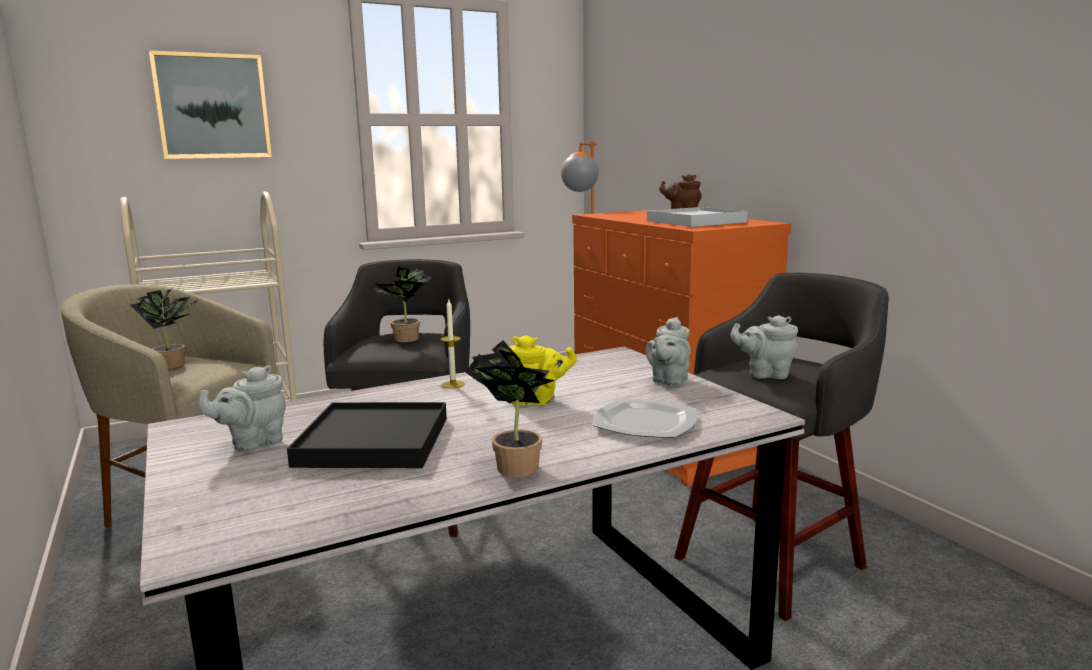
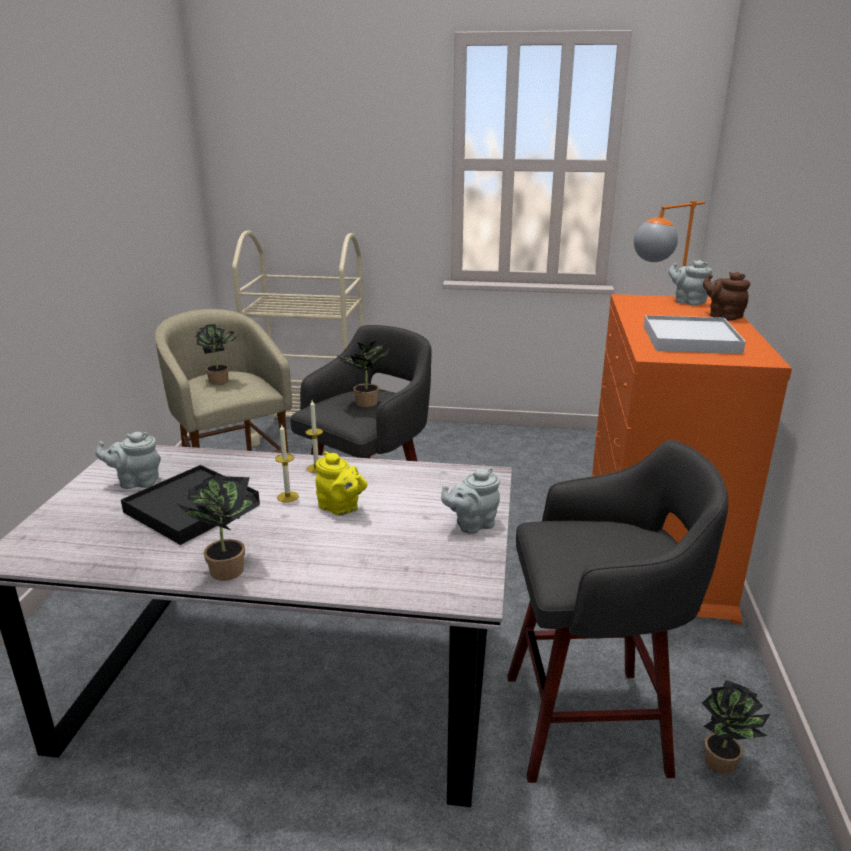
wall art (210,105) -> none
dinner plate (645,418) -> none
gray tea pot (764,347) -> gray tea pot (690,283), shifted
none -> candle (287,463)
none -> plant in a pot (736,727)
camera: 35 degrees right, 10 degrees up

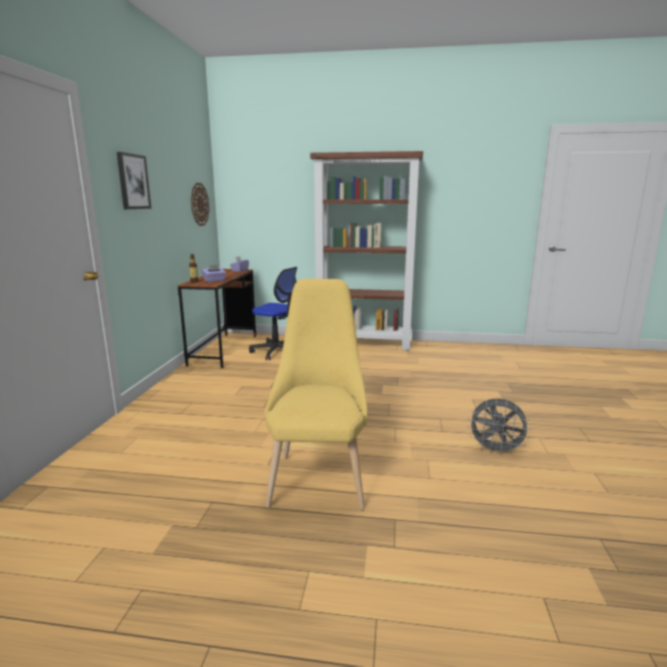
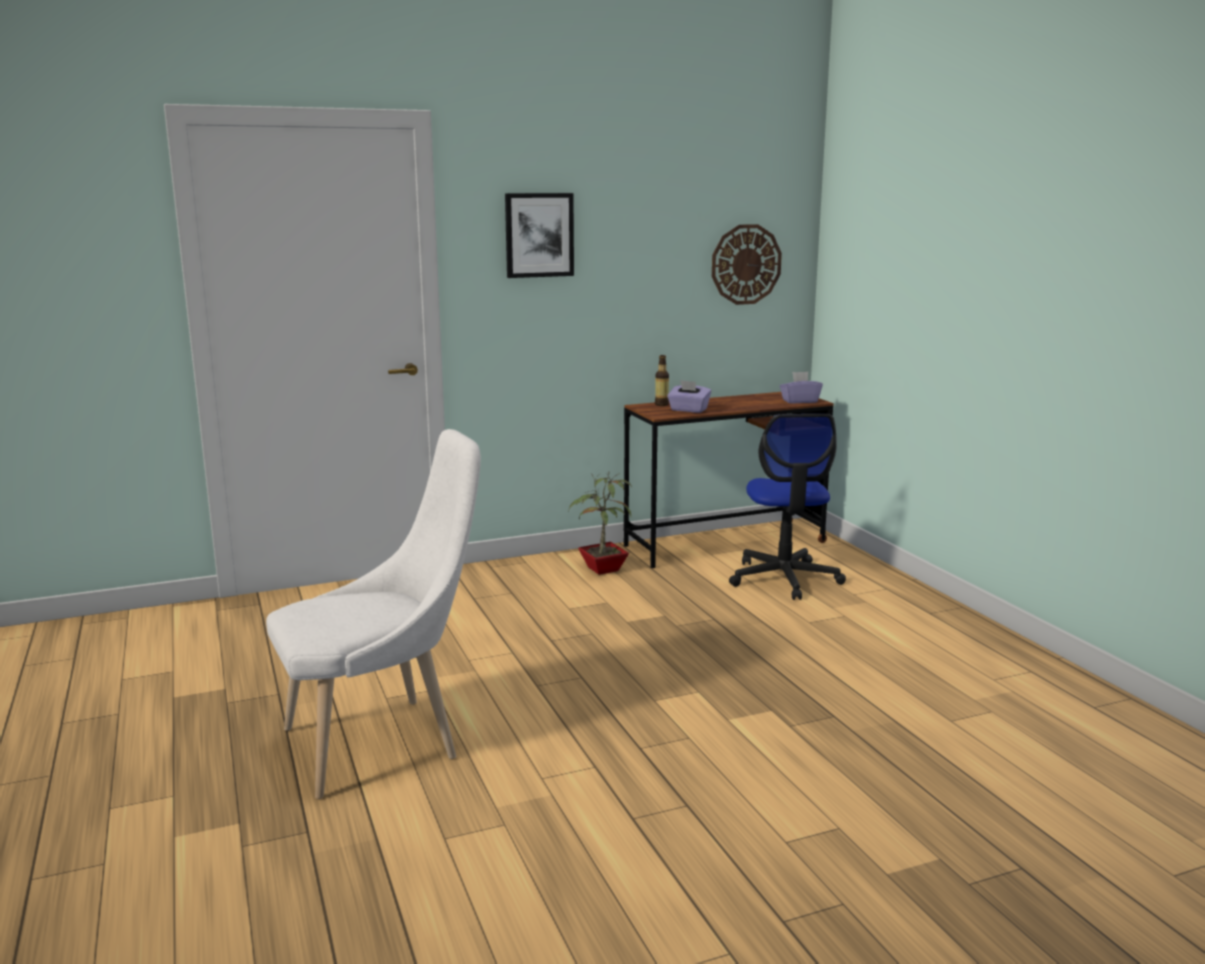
yellow chair (316,394) -> white-coloured chair (373,614)
brownish bookcase (366,250) -> none
gray fan (499,427) -> none
none -> plant in a pot (600,523)
camera: 60 degrees right, 0 degrees up

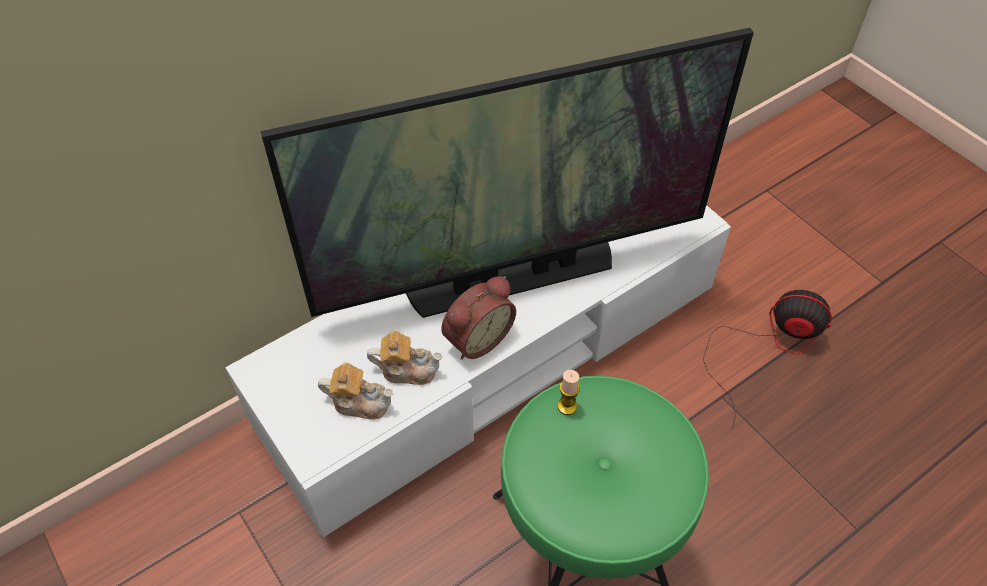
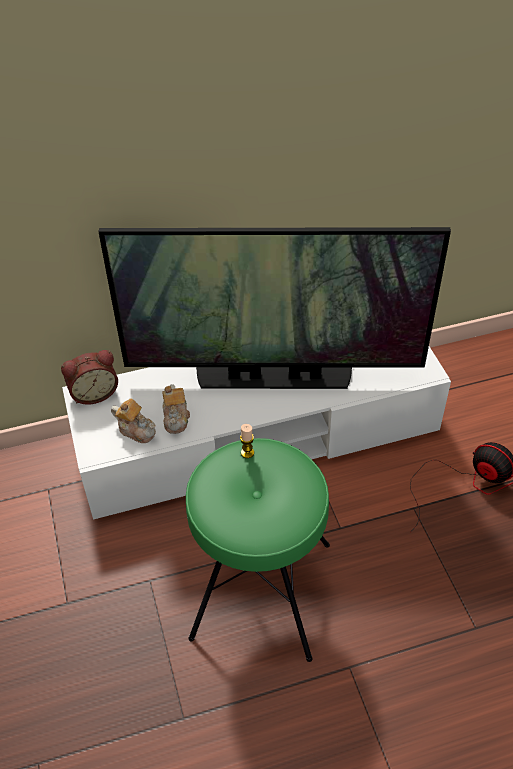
tea pot (405,358) -> tea pot (176,409), 60 degrees clockwise
bedside clock (478,318) -> bedside clock (89,377), shifted
camera: 20 degrees right, 5 degrees down

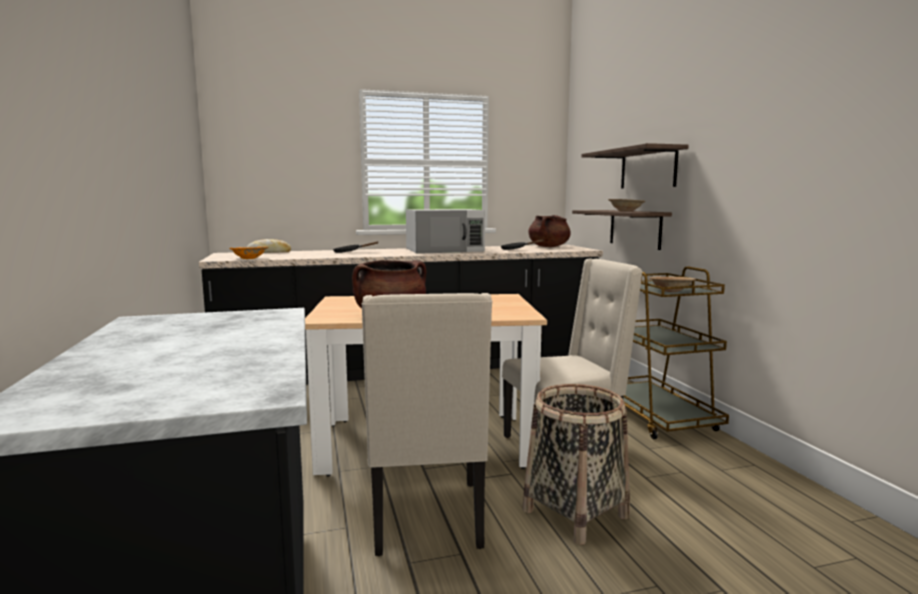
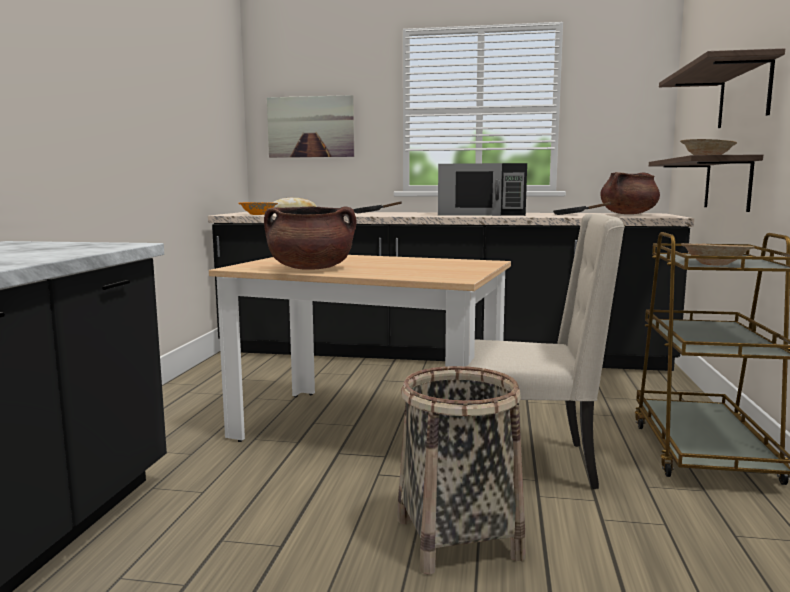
sand-coloured chair (427,424) -> none
white-coloured microwave oven (445,231) -> black-coloured microwave oven (482,189)
none -> wall art (310,126)
camera: 25 degrees right, 0 degrees up

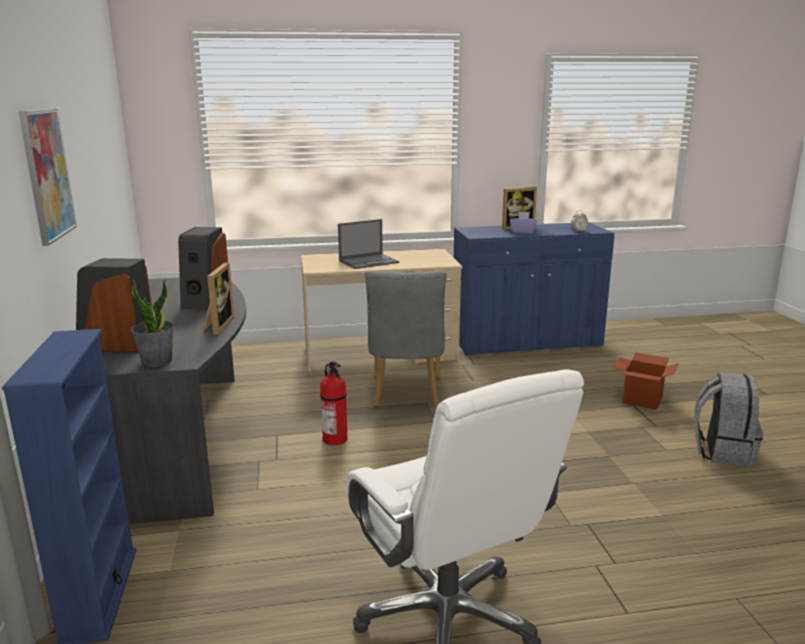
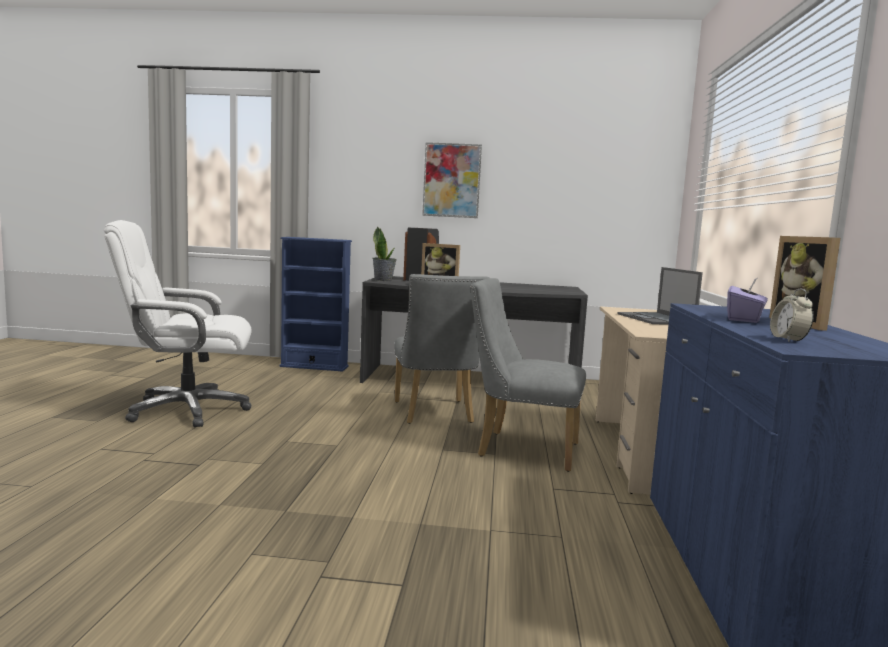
loudspeaker (203,268) -> none
fire extinguisher (333,403) -> gray chair (441,349)
cardboard box (646,381) -> none
gray backpack (729,420) -> none
camera: 105 degrees right, 10 degrees down

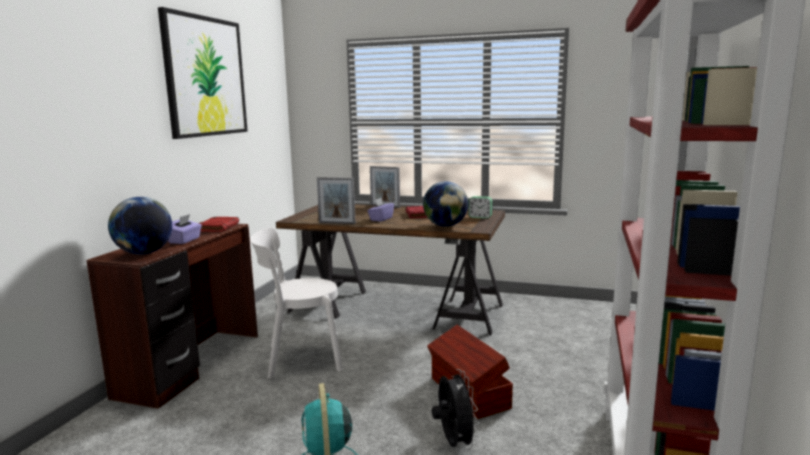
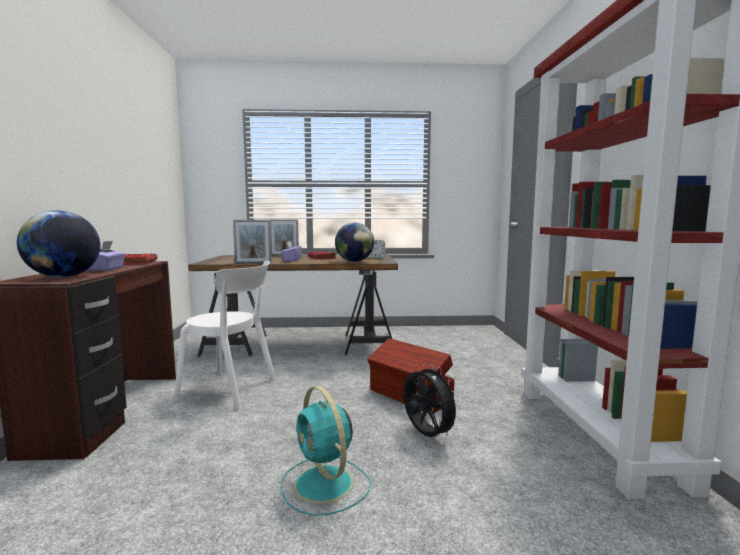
wall art (203,73) -> none
white-coloured chair (296,303) -> white-coloured chair (225,335), 135 degrees counterclockwise
camera: 20 degrees left, 5 degrees down

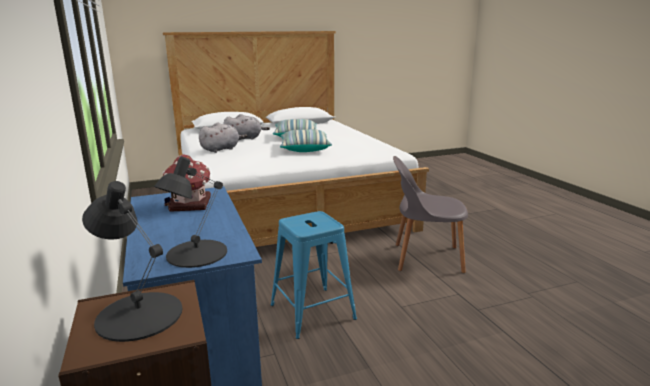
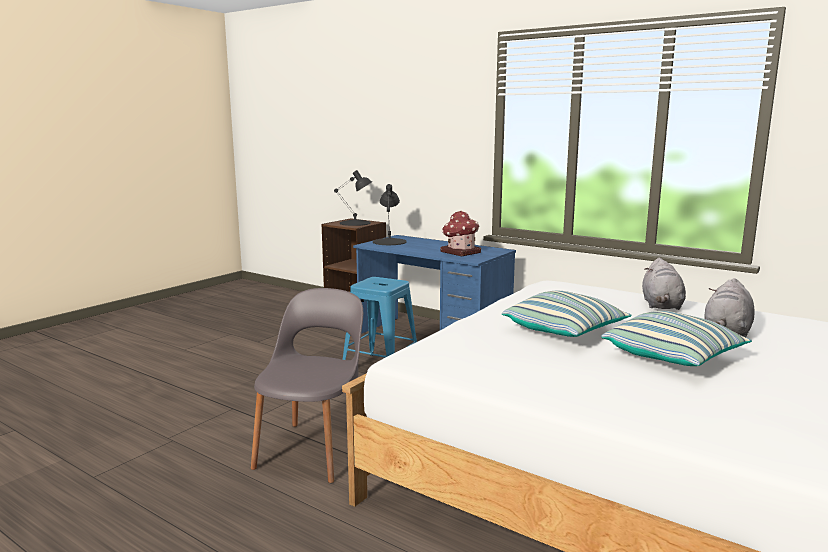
gray chair (430,214) -> gray chair (307,385), 45 degrees counterclockwise
camera: 145 degrees right, 5 degrees down

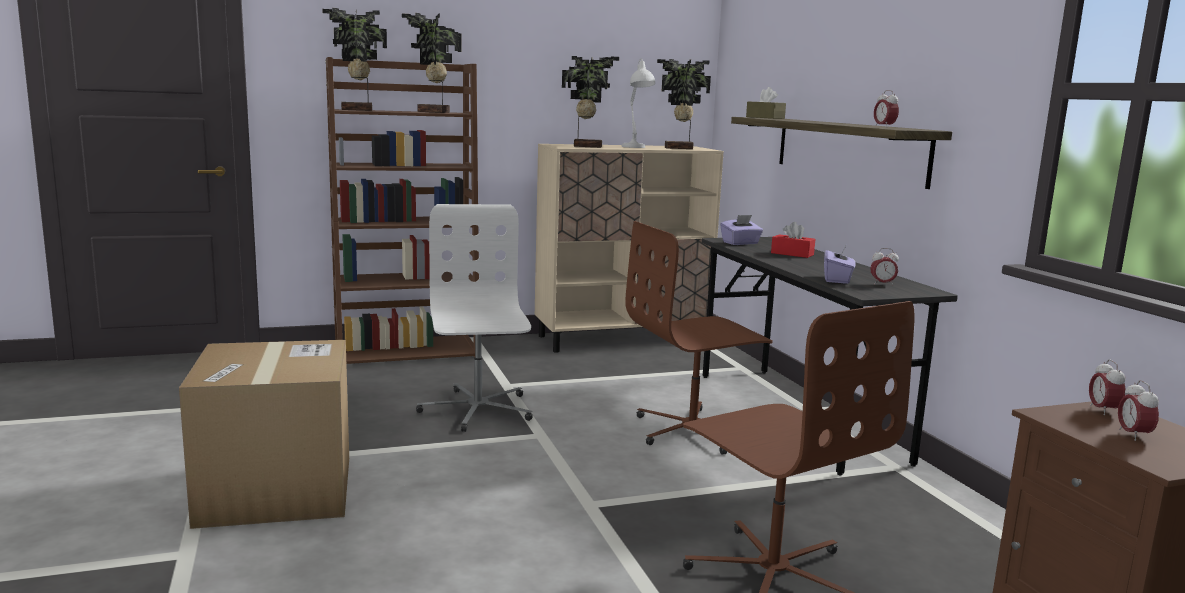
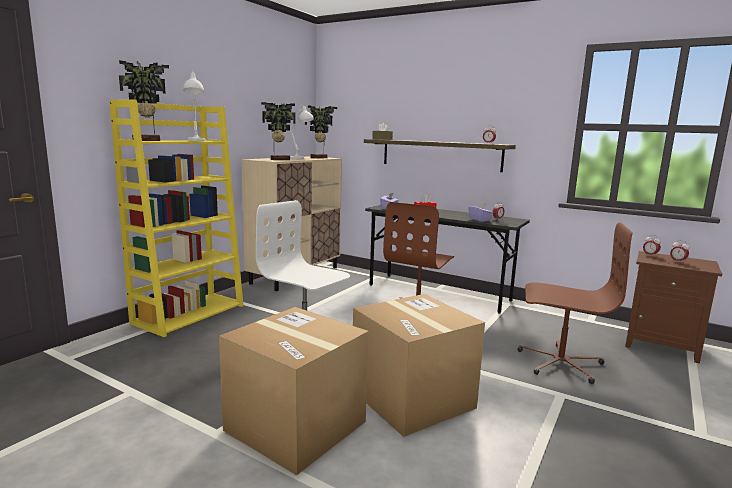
brownish bookcase (402,210) -> yellow bookcase (176,218)
plant in a pot (431,63) -> white-coloured table lamp (194,106)
none -> cardboard box (419,365)
camera: 40 degrees left, 0 degrees up

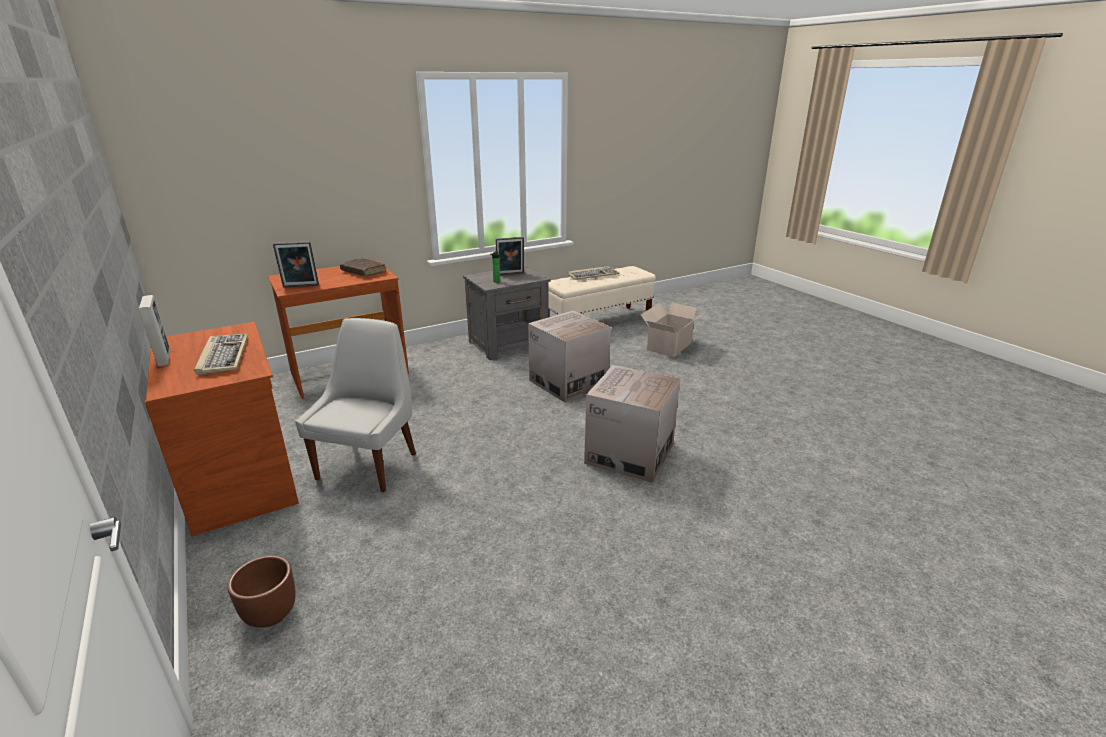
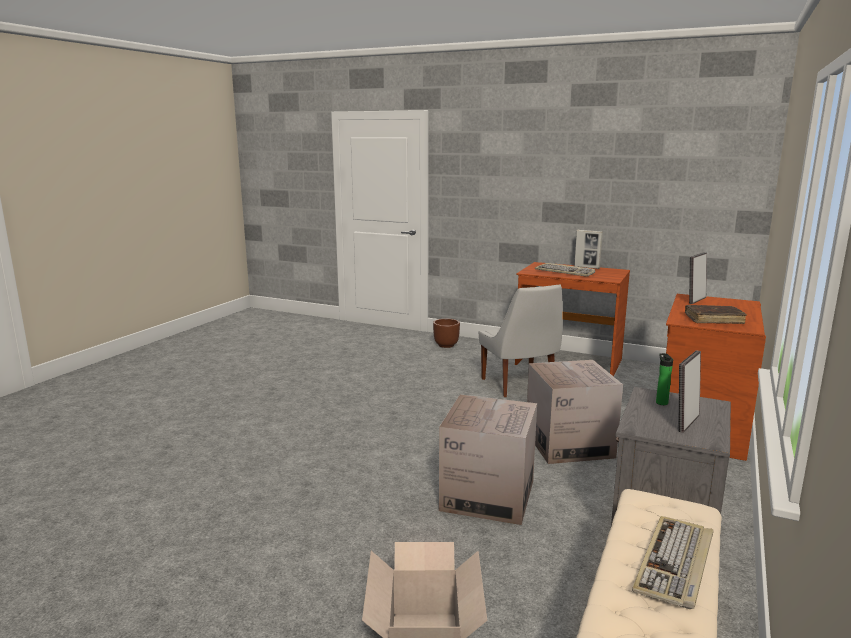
cardboard box (632,424) -> cardboard box (575,412), shifted
camera: 145 degrees right, 10 degrees down

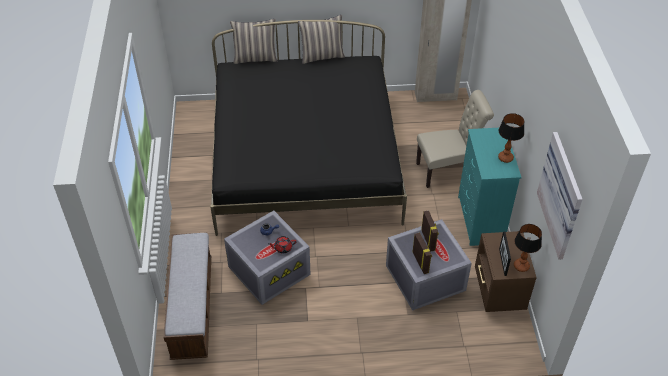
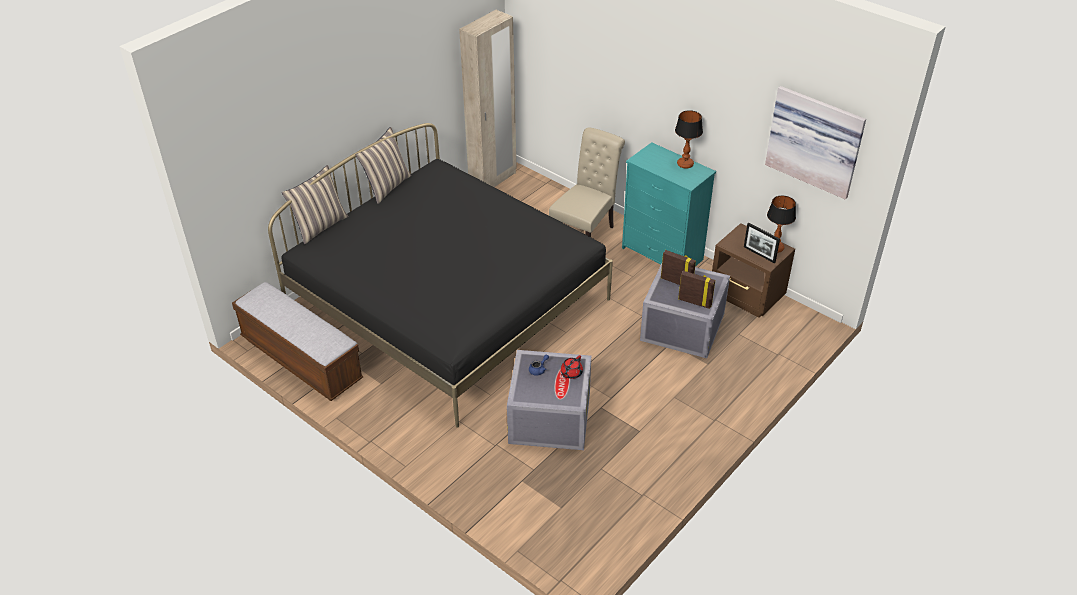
bench (187,296) -> bench (297,341), shifted
camera: 45 degrees left, 5 degrees down

